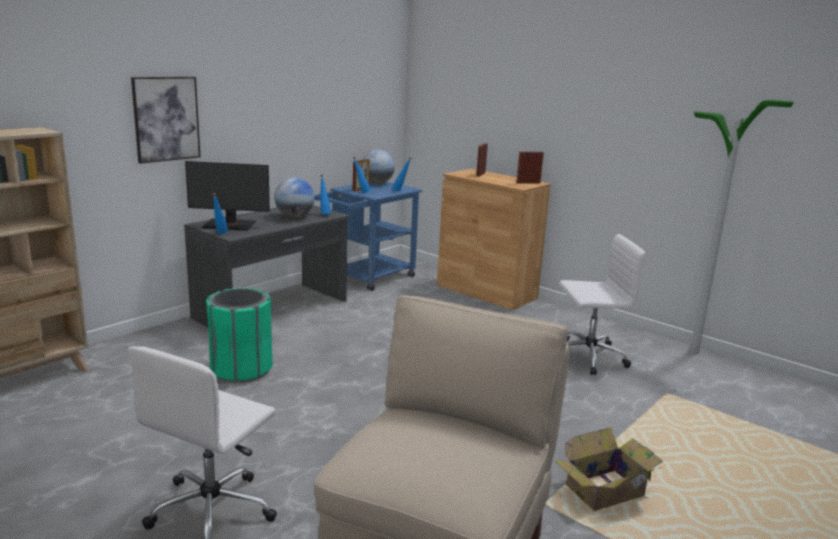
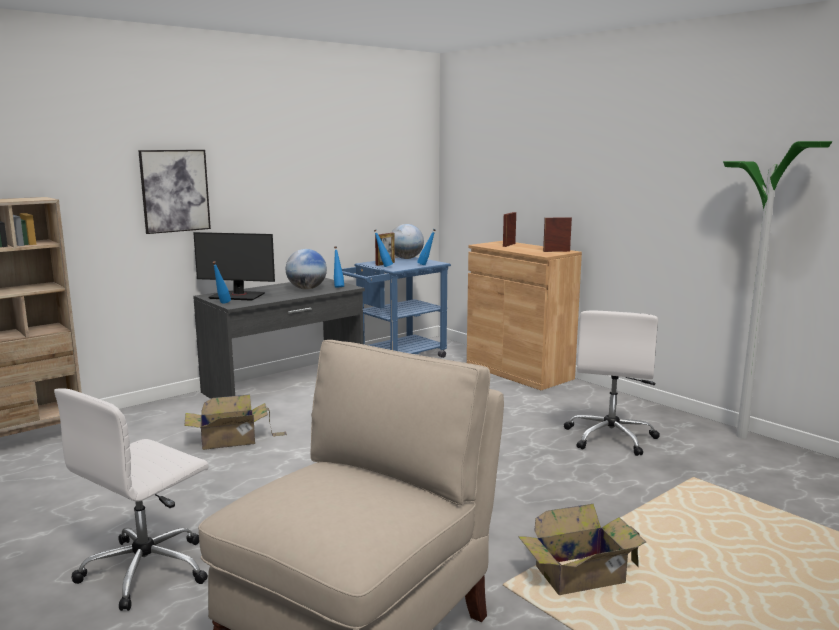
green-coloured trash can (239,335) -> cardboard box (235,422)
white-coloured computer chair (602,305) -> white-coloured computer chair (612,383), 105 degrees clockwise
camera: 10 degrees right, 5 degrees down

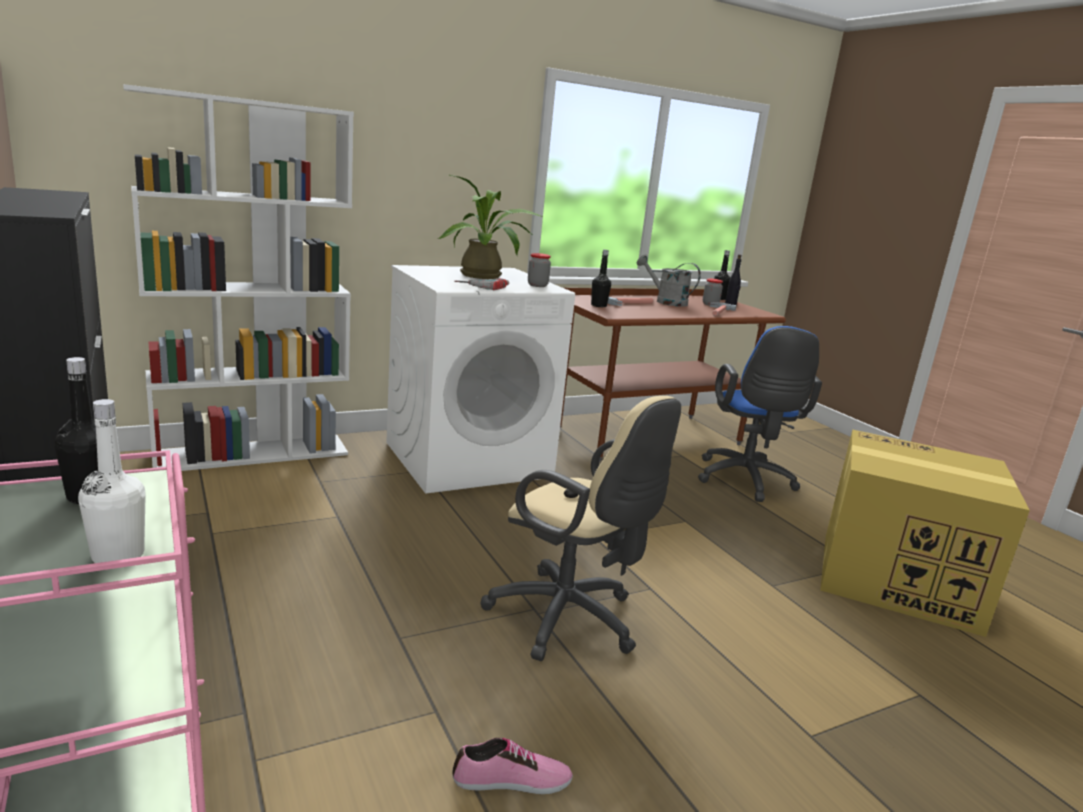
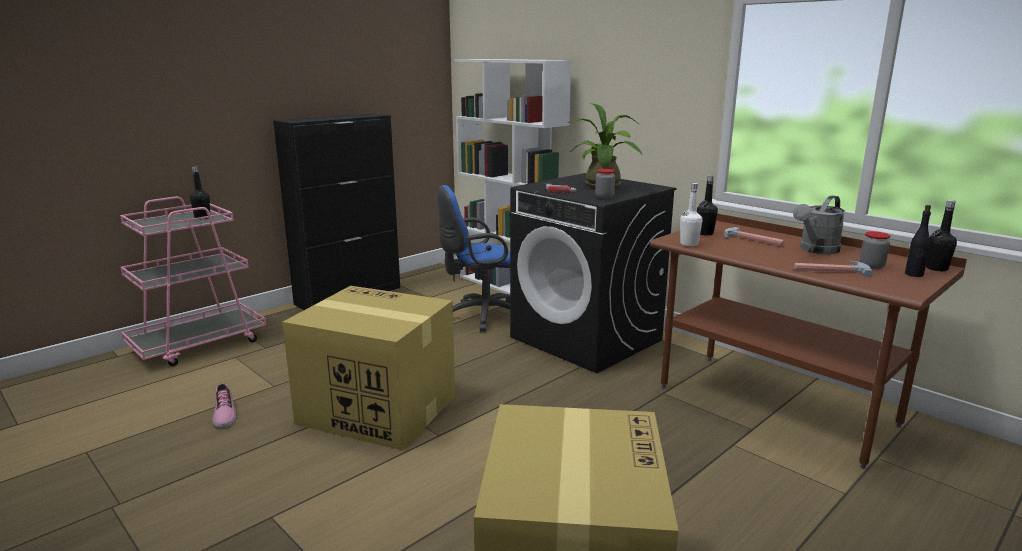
white-coloured drink bottle (112,481) -> white-coloured drink bottle (691,214), shifted
white-coloured washing machine (480,379) -> black-coloured washing machine (593,273)
sand-coloured computer chair (580,528) -> cardboard box (368,368)
gray watering pot (669,280) -> gray watering pot (819,224), 150 degrees counterclockwise
blue-coloured computer chair (760,414) -> blue-coloured computer chair (474,258), shifted
camera: 75 degrees right, 0 degrees up

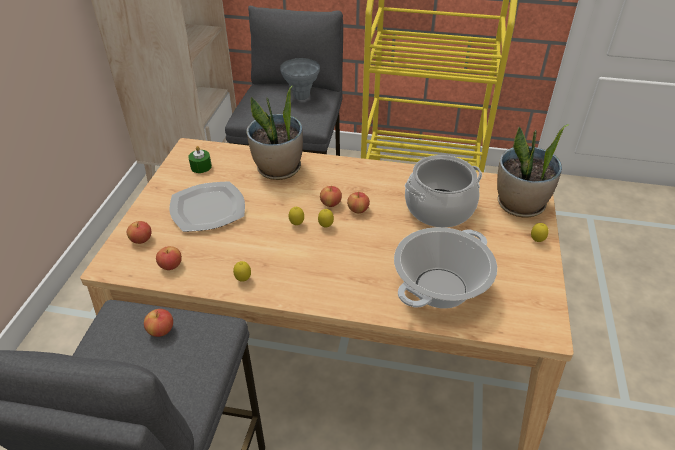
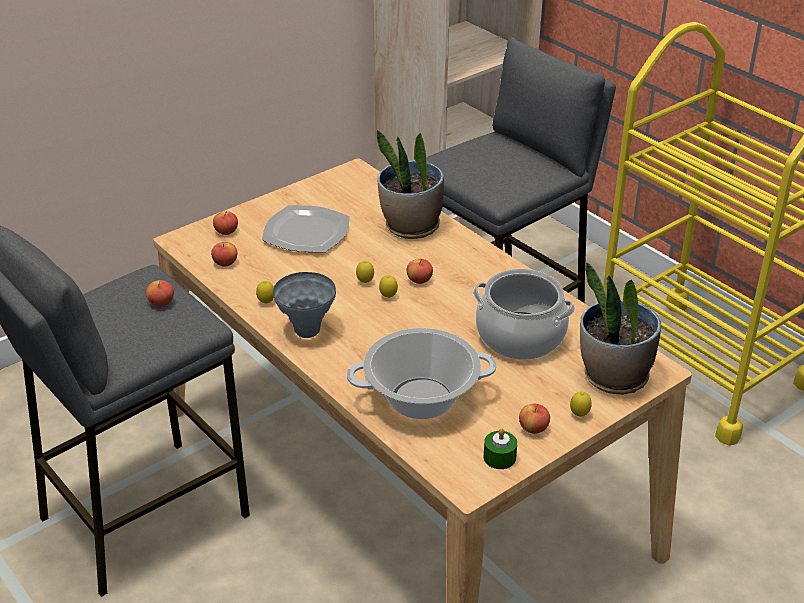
green-coloured candle (200,159) -> green-coloured candle (500,448), shifted
gray vase (300,79) -> gray vase (304,305), shifted
apple (358,202) -> apple (534,419), shifted
camera: 40 degrees right, 5 degrees down

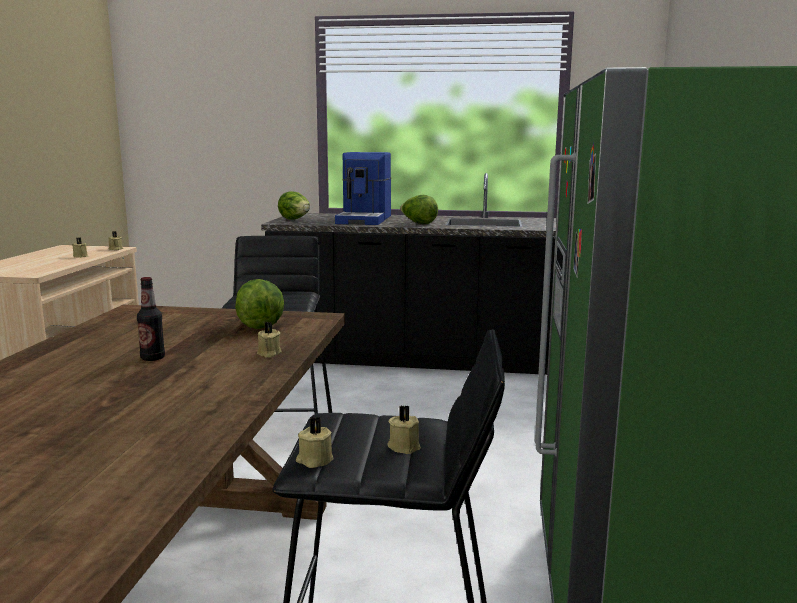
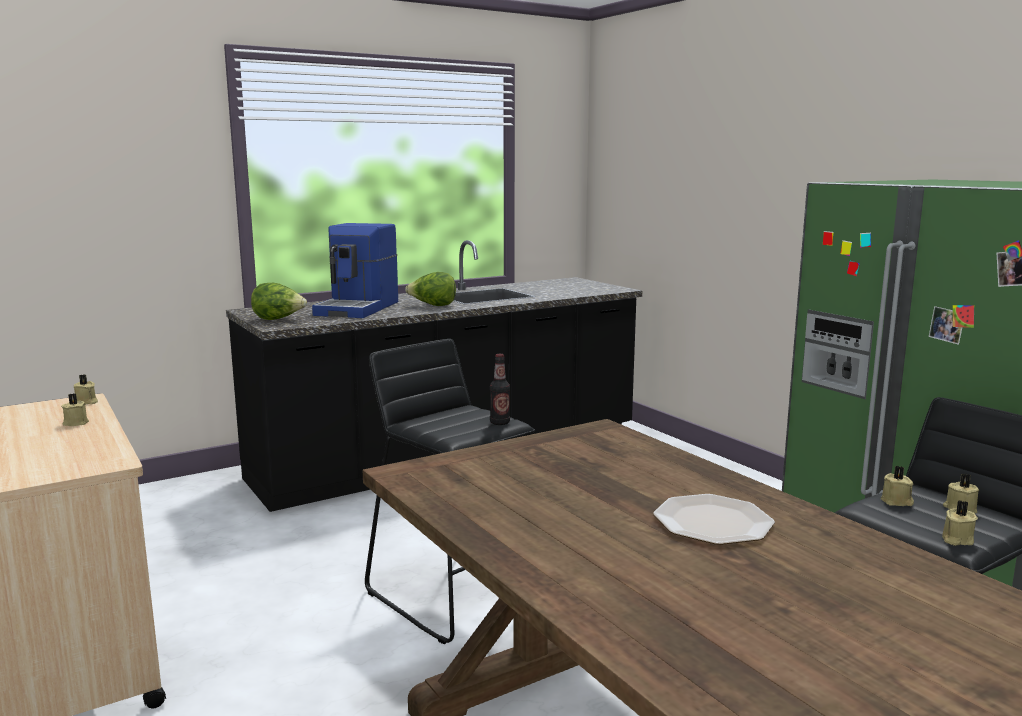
drink bottle (151,319) -> drink bottle (500,389), shifted
lettuce head (259,304) -> none
sand-coloured candle (269,340) -> sand-coloured candle (897,486), shifted
coffee machine (363,188) -> coffee machine (355,270), 45 degrees clockwise
none -> dinner plate (714,519)
camera: 40 degrees left, 0 degrees up

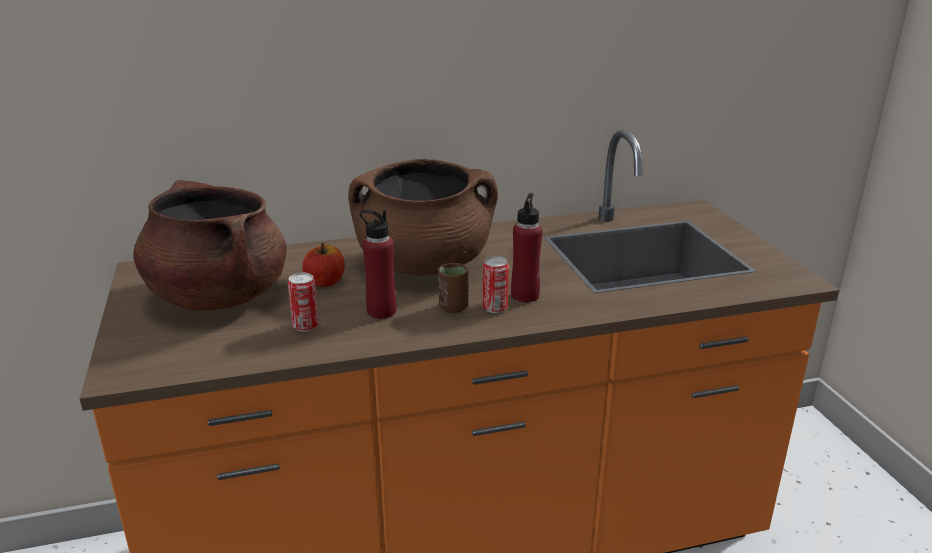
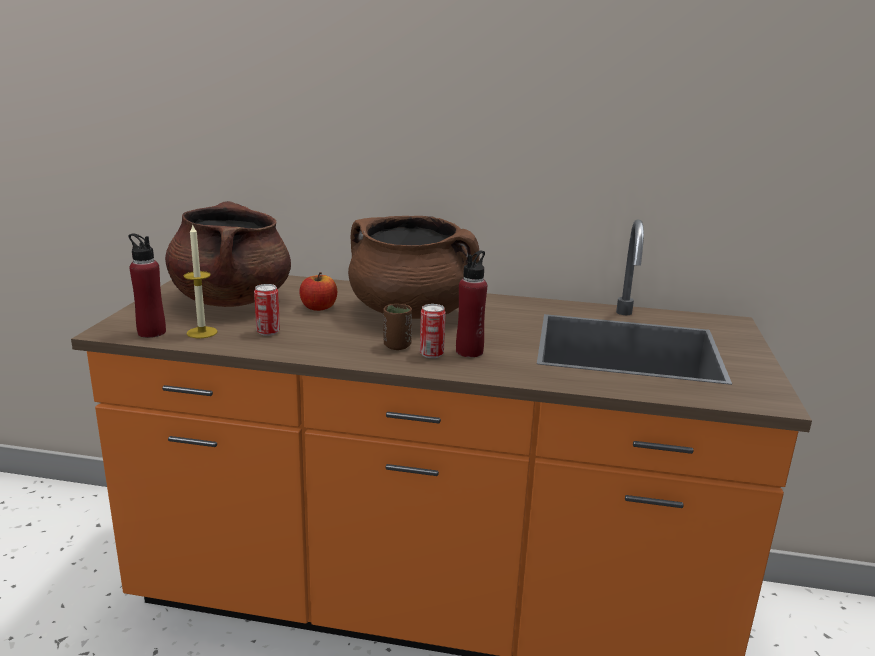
red-coloured drink bottle (378,264) -> red-coloured drink bottle (147,285), shifted
none -> candle (200,280)
camera: 25 degrees right, 5 degrees down

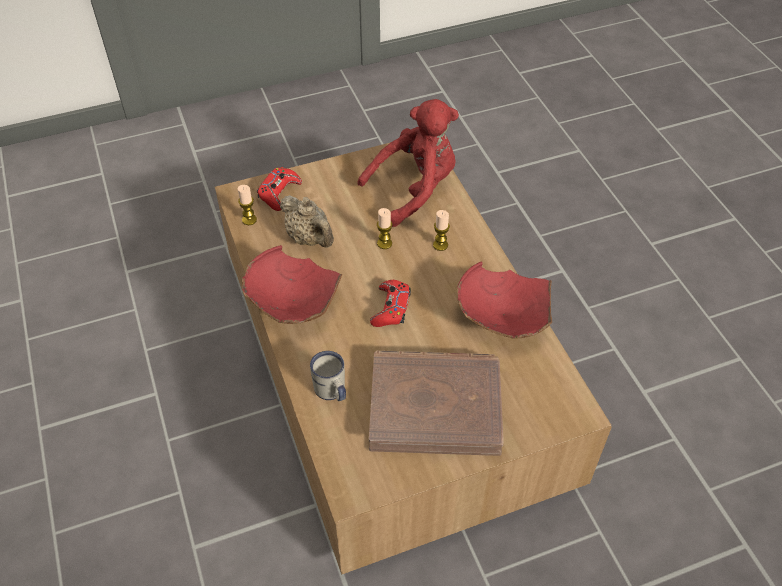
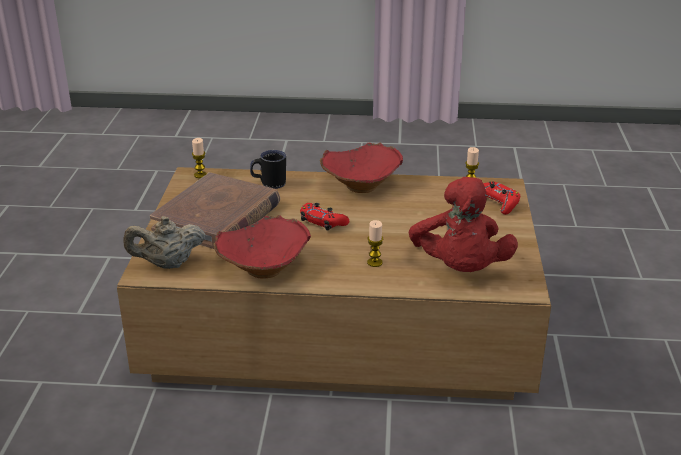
sand-coloured tea pot (307,221) -> sand-coloured tea pot (164,242), shifted
white-coloured coffee mug (328,376) -> black-coloured coffee mug (268,169)
candle (384,228) -> candle (199,158), shifted
camera: 115 degrees right, 20 degrees down

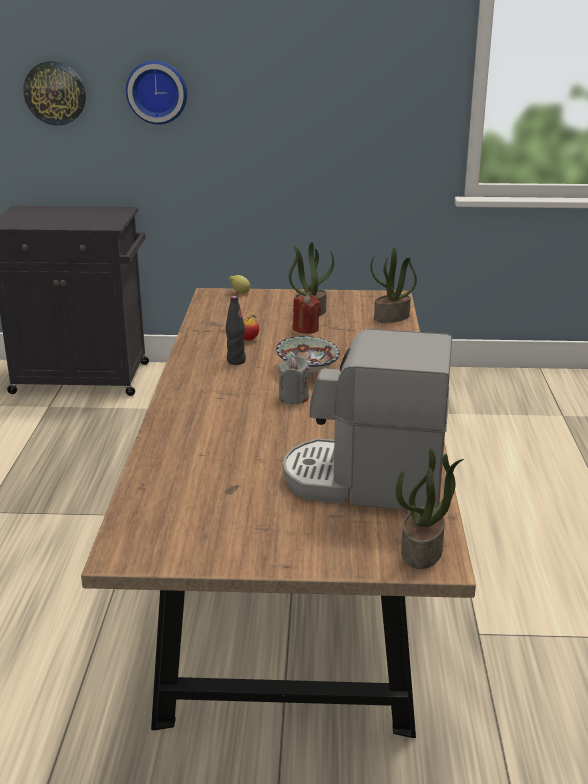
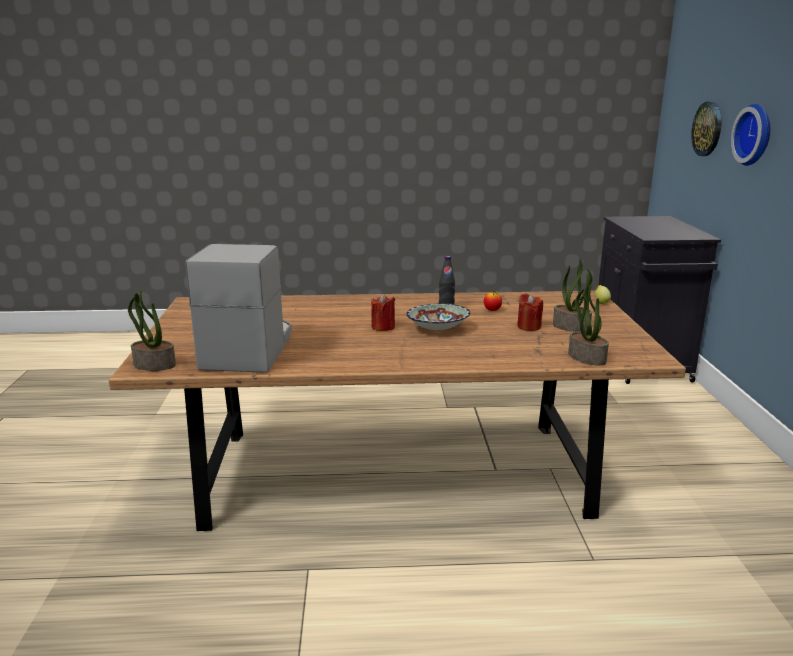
gray candle (294,379) -> red-coloured candle (383,312)
camera: 85 degrees right, 5 degrees down

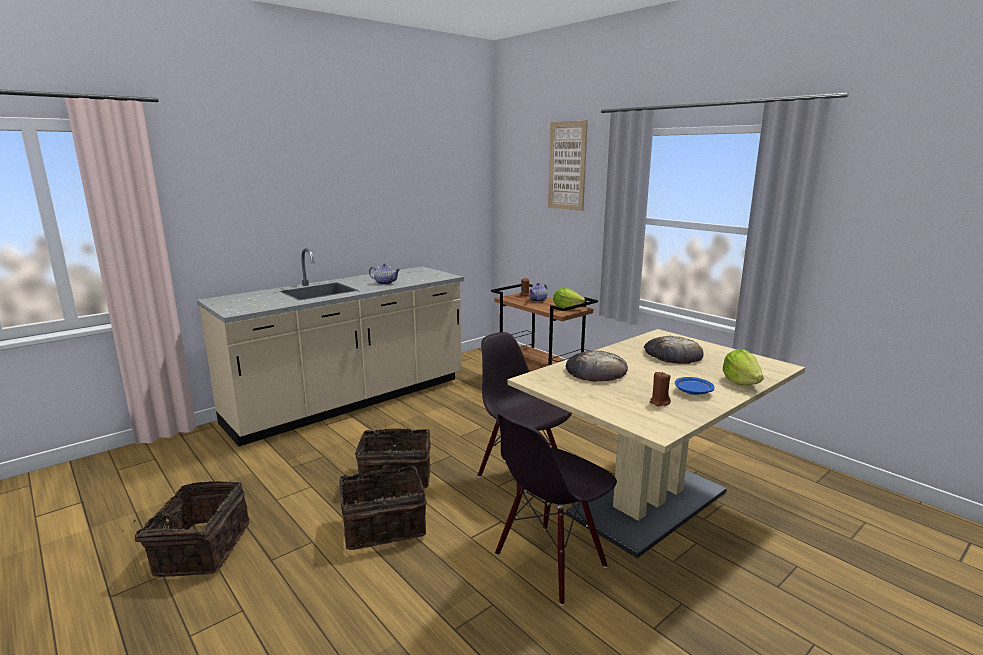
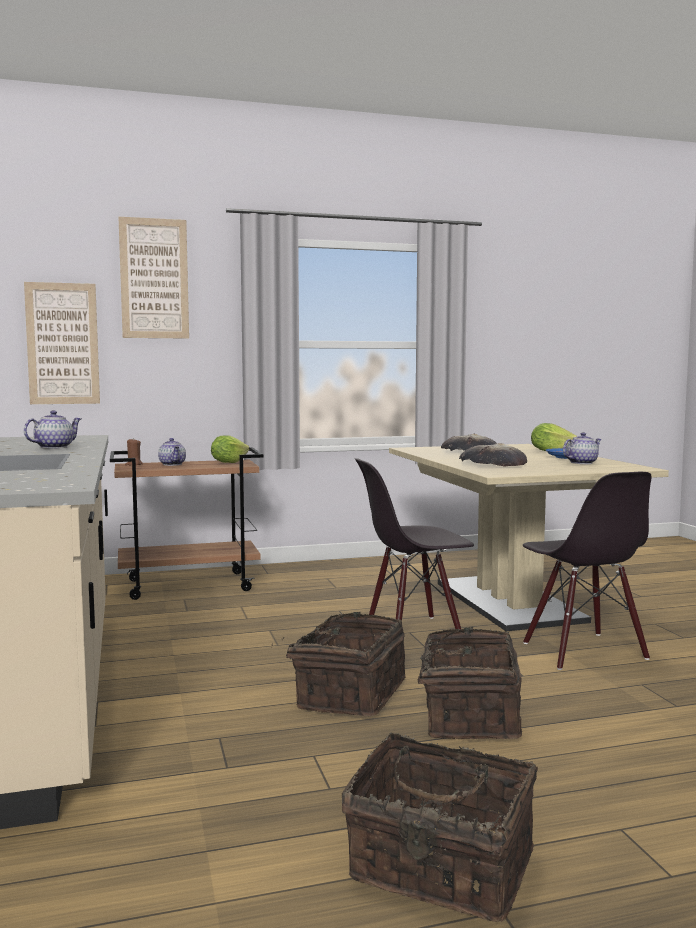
brownish candle (660,388) -> tea pot (582,448)
none -> wall art (62,343)
camera: 65 degrees left, 10 degrees down

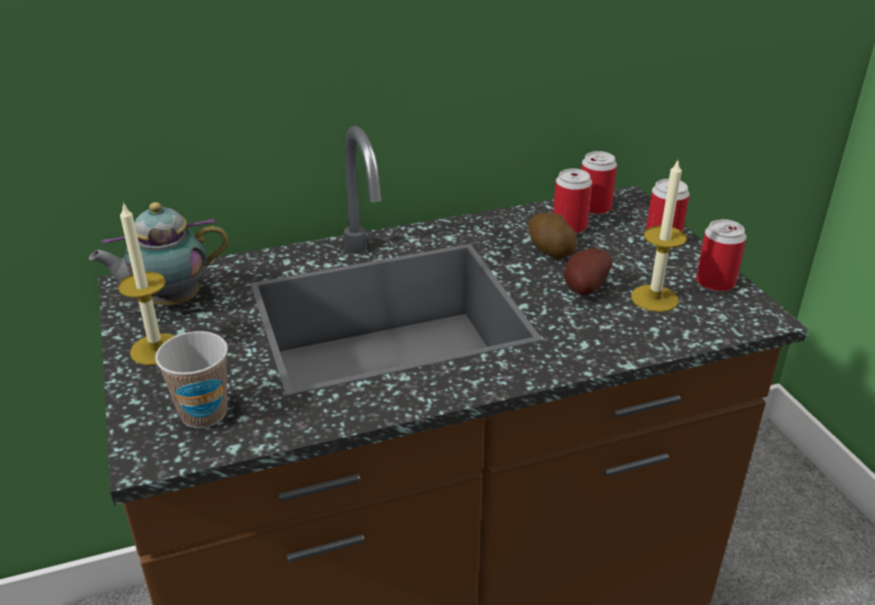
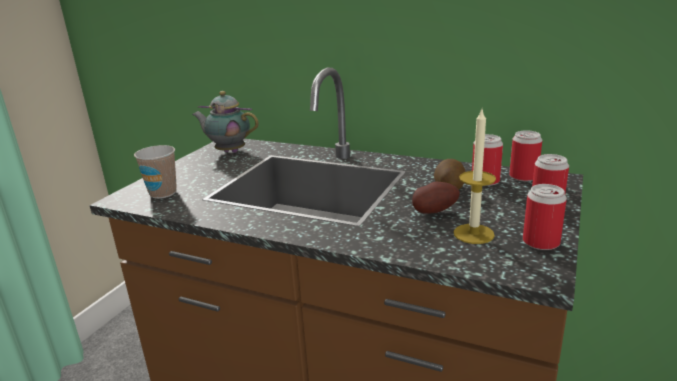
candle (146,283) -> none
camera: 45 degrees right, 10 degrees down

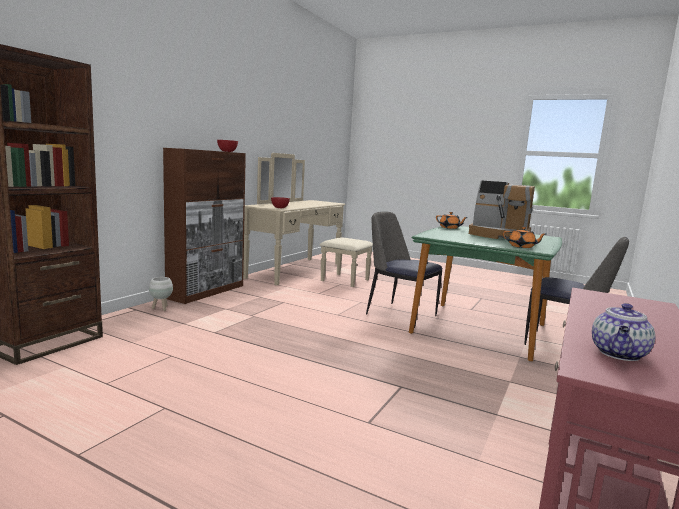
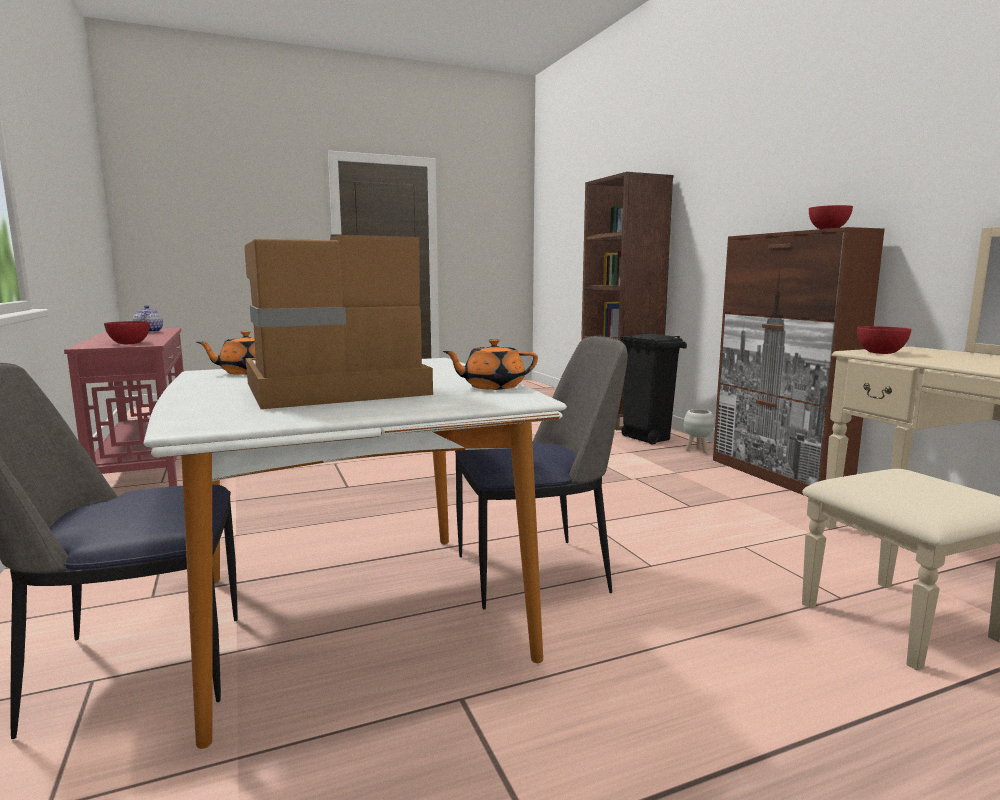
green-coloured dinner table (485,293) -> white-coloured dinner table (355,553)
none -> red-coloured deep dish (127,332)
none -> black-coloured trash can (653,389)
camera: 130 degrees right, 0 degrees up

